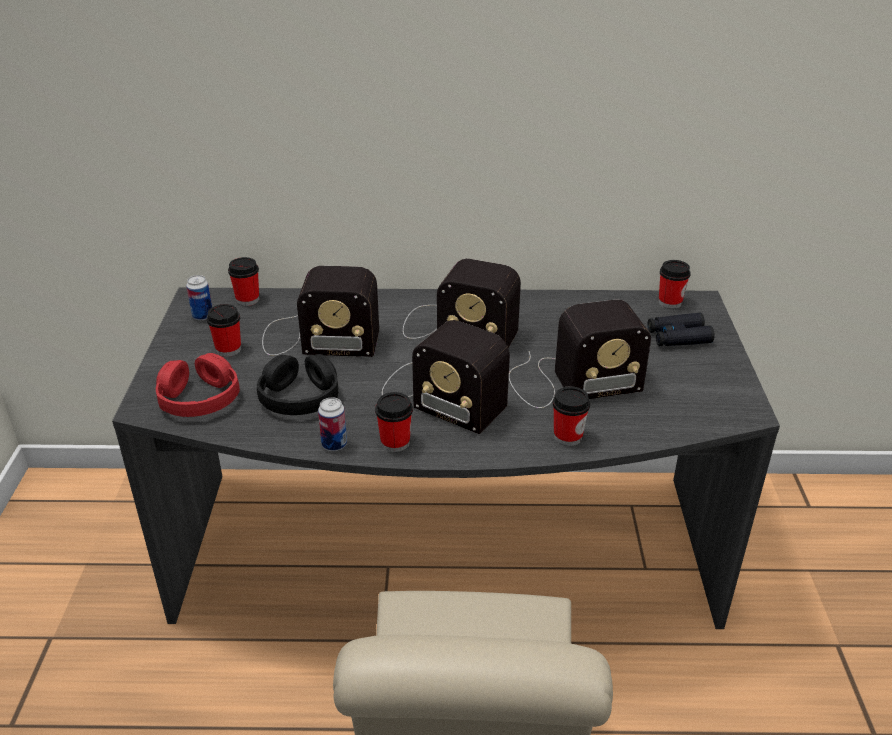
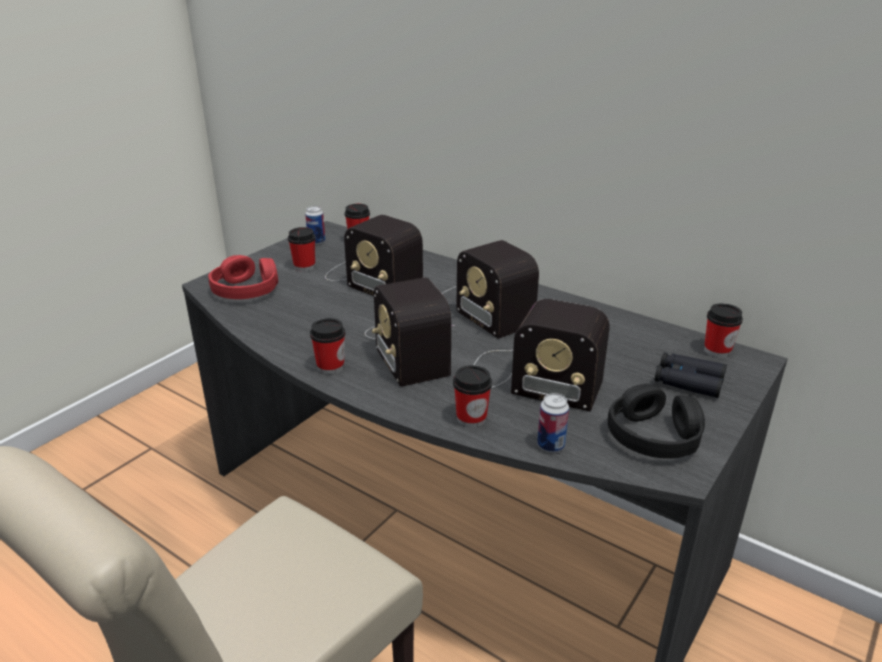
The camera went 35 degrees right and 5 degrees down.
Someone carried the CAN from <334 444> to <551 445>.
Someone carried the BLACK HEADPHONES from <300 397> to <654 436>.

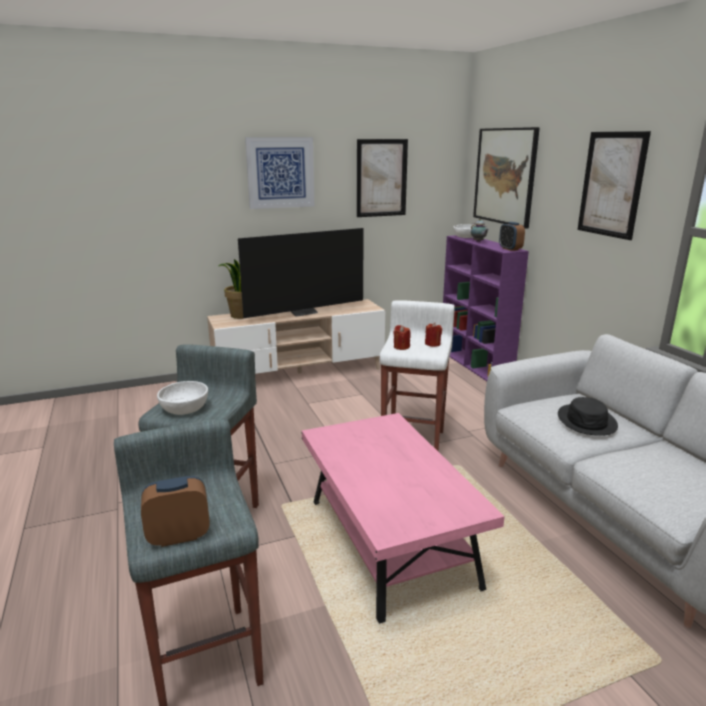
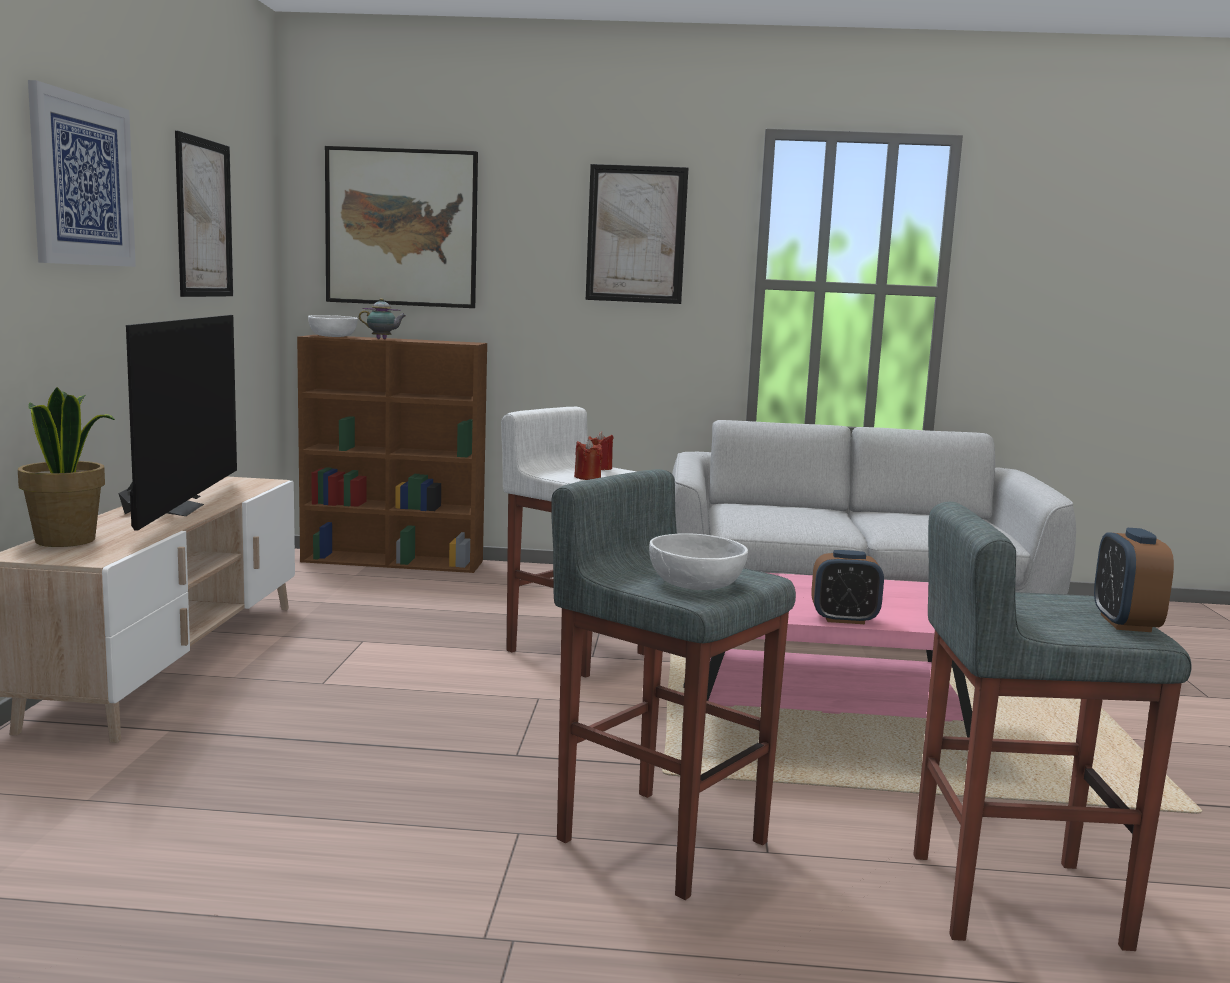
The camera went 65 degrees left and 10 degrees down.
Someone repainted the PURPLE BOOKCASE at <475 365>, which became the BROWN BOOKCASE at <394 561>.
Someone carried the ALARM CLOCK from <510 249> to <844 619>.
Someone took away the BLACK HAT at <587 421>.

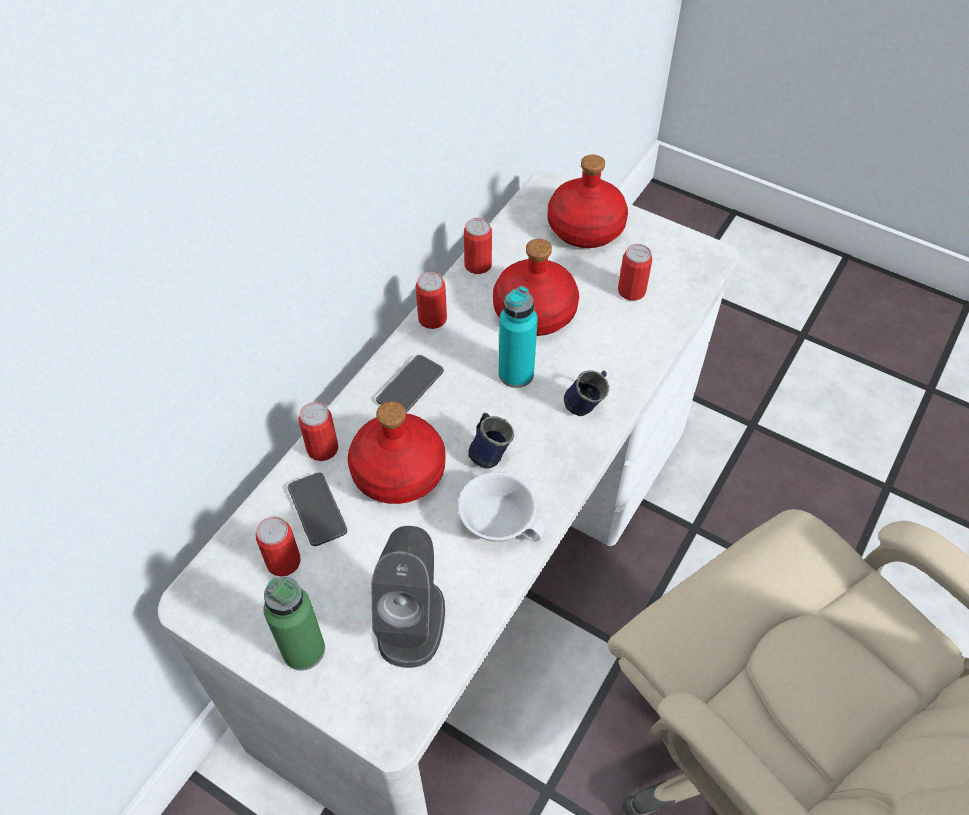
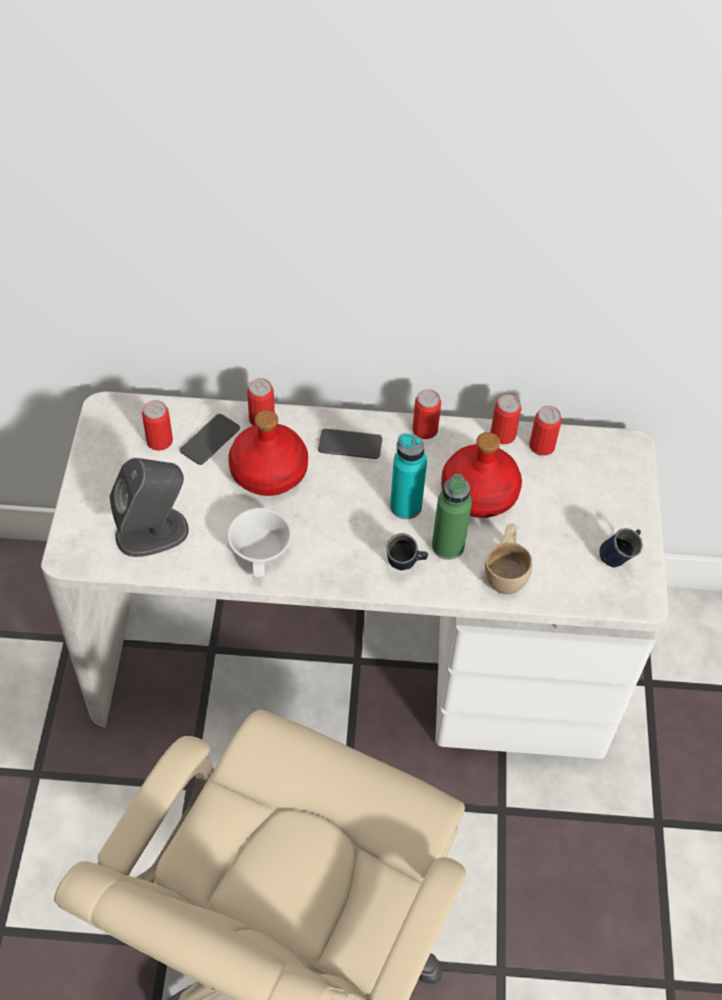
The camera went 60 degrees right and 0 degrees up.
Someone carried the GREEN BOTTLE from <303 650> to <448 546>.
Someone put down the BEIGE CUP at <507 572>.
Someone carried the CAN from <631 291> to <541 446>.
Someone carried the BLUE MUG from <488 451> to <619 557>.
Someone took away the RED BOTTLE at <586 228>.

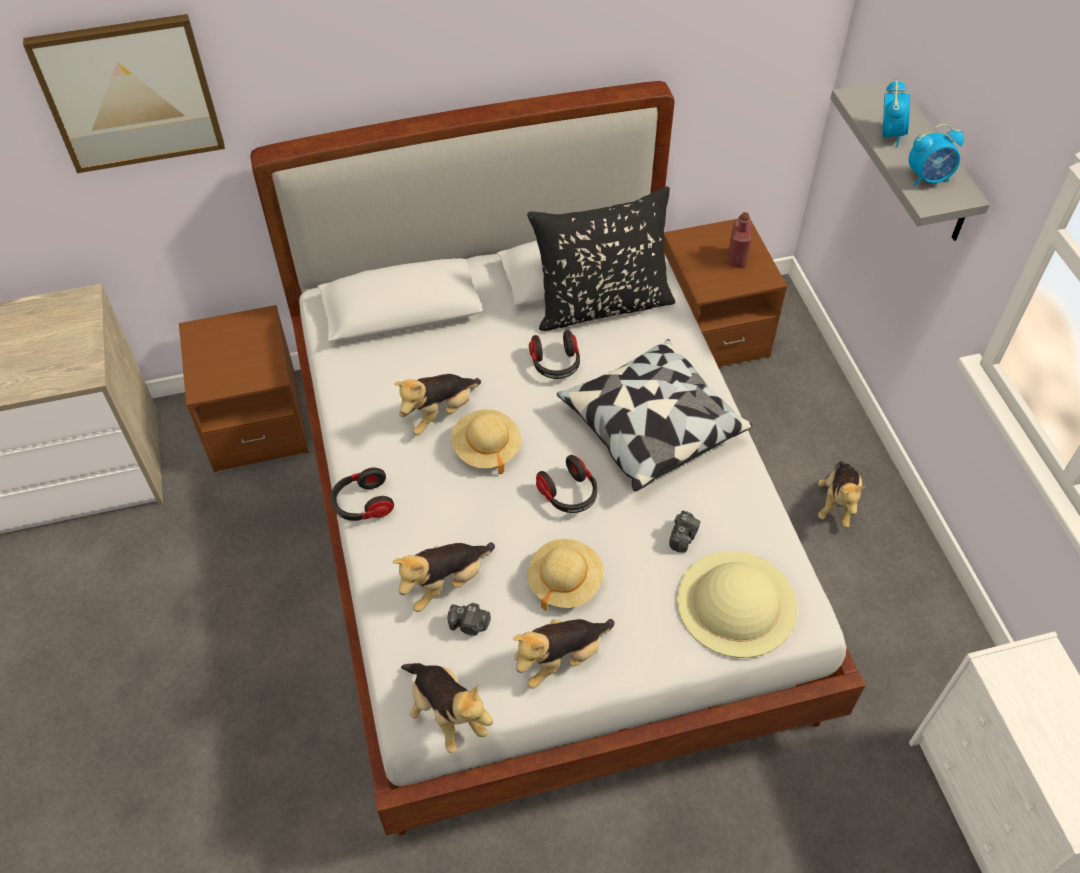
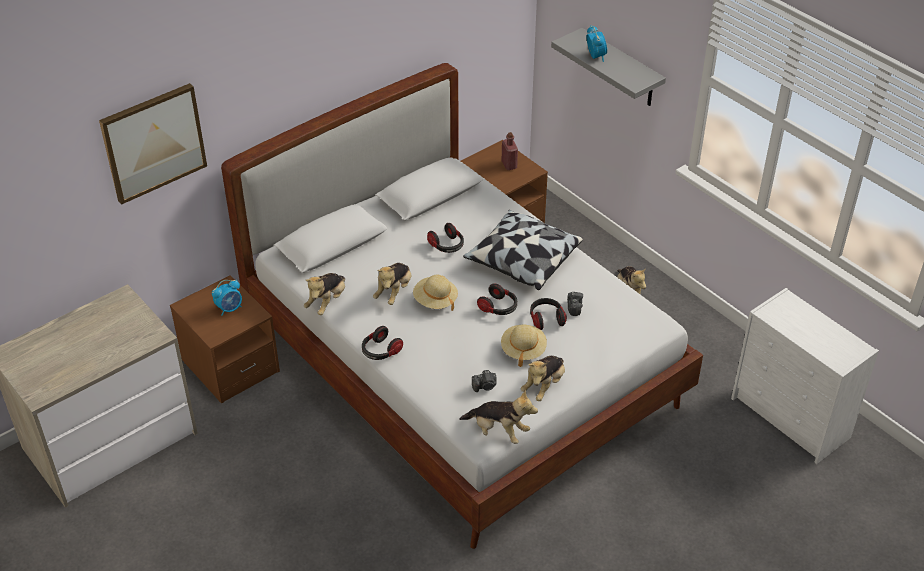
The camera went 25 degrees left and 10 degrees down.
Someone carried the ALARM CLOCK from <928 178> to <230 309>.
Someone carried the PLUSH TOY from <445 583> to <327 302>.
Someone put down the HEADPHONES at <546 319>.
Someone took away the BLACK PILLOW at <602 304>.
Someone took away the BEIGE HAT at <736 603>.

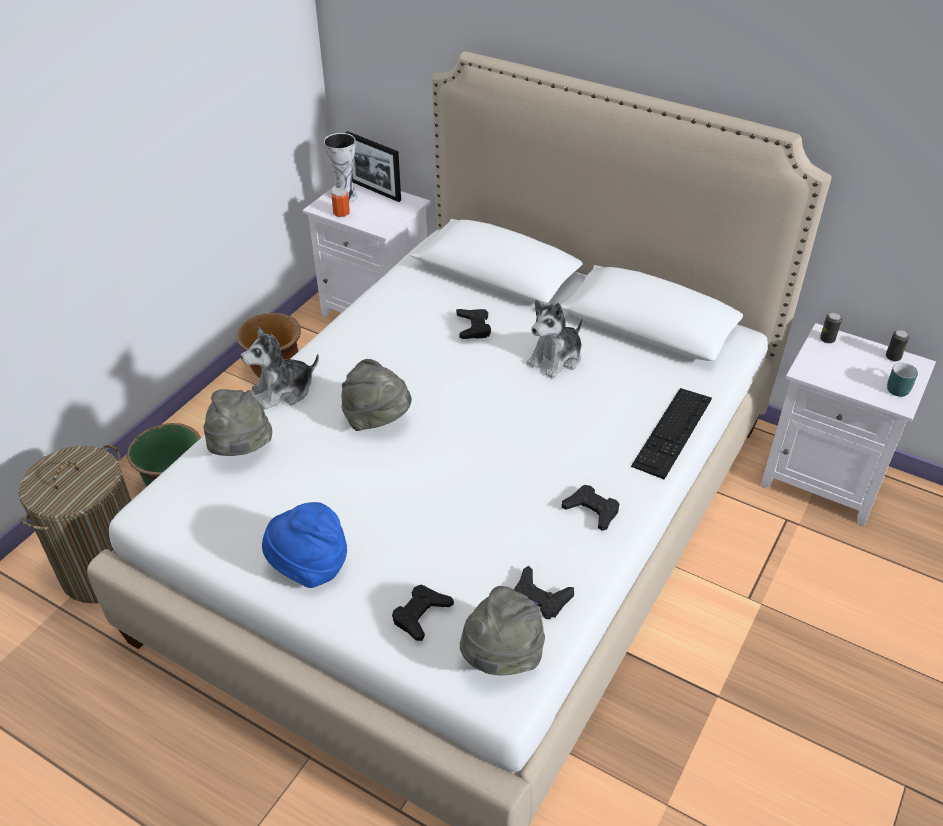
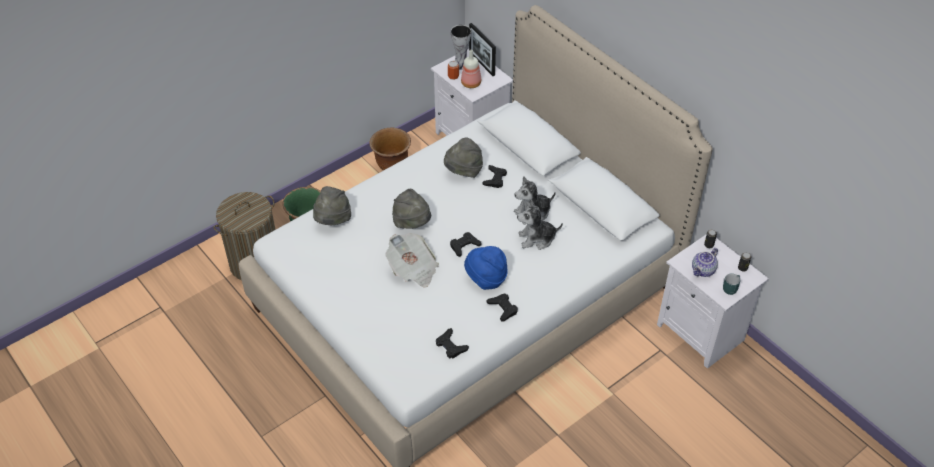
The camera went 20 degrees right and 5 degrees up.
Someone put down the NEWSPAPER at <413 269>.
Someone carried the GREY HAT from <501 657> to <463 171>.
Someone carried the BLACK GAME CONTROLLER from <421 615> to <464 246>.
Someone put down the BOTTLE at <471 83>.
Someone carried the BLUE HAT from <309 566> to <486 278>.
Someone carried the PLUSH TOY from <284 391> to <537 239>.
Someone put down the TEAPOT at <703 271>.
Someone took away the KEYBOARD at <672 432>.

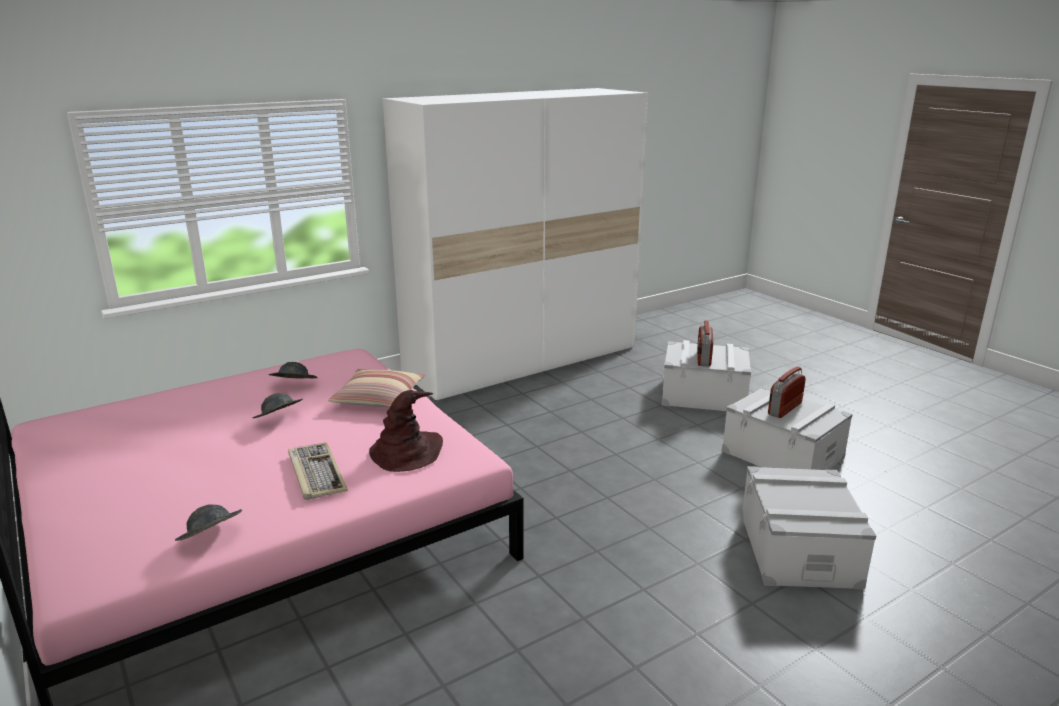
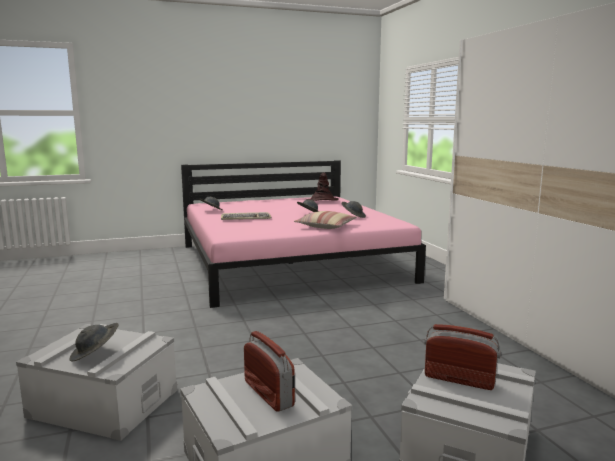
The camera went 105 degrees right and 10 degrees down.
Someone put down the GREY HAT at <95 354>.
Someone carried the BROWN HAT from <406 452> to <322 200>.

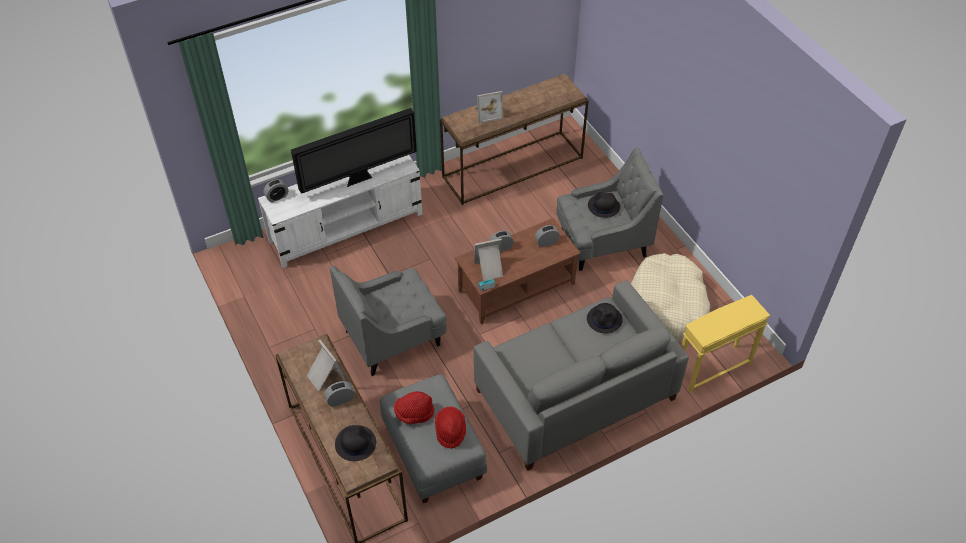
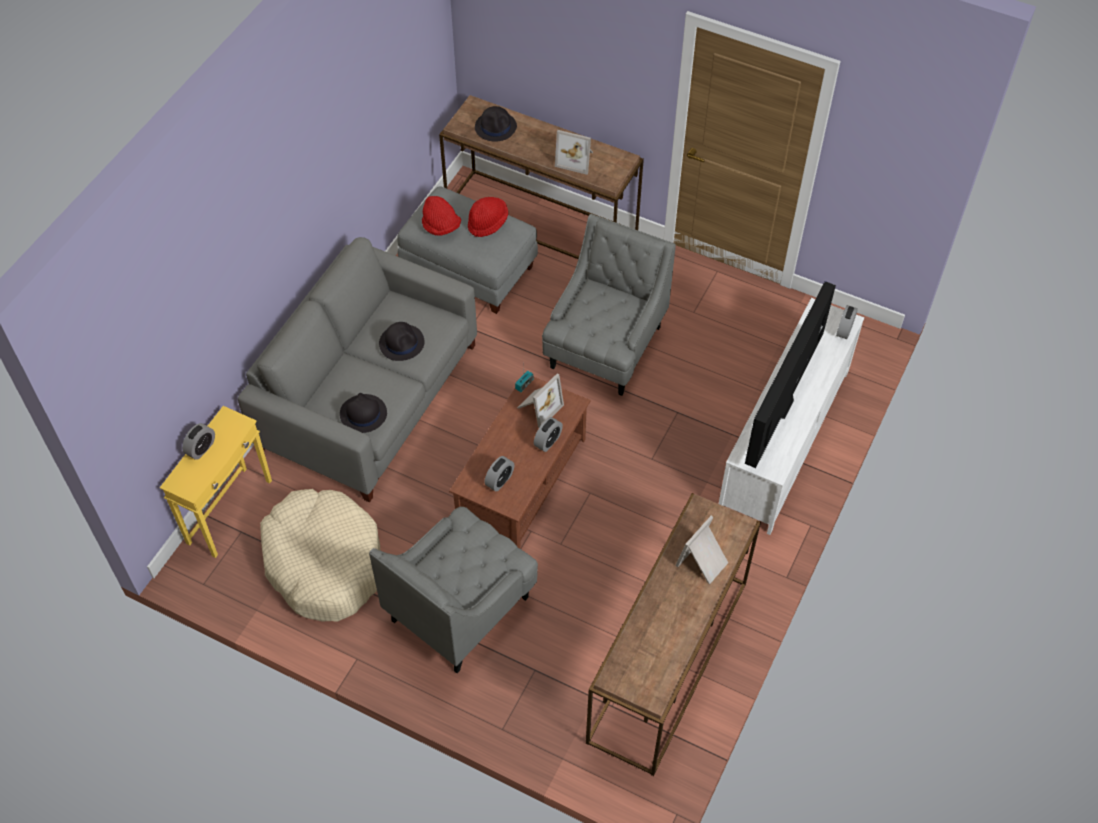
The camera went 145 degrees right and 5 degrees up.
Someone carried the ALARM CLOCK from <340 400> to <201 448>.
Someone carried the BLACK HAT from <603 206> to <401 342>.

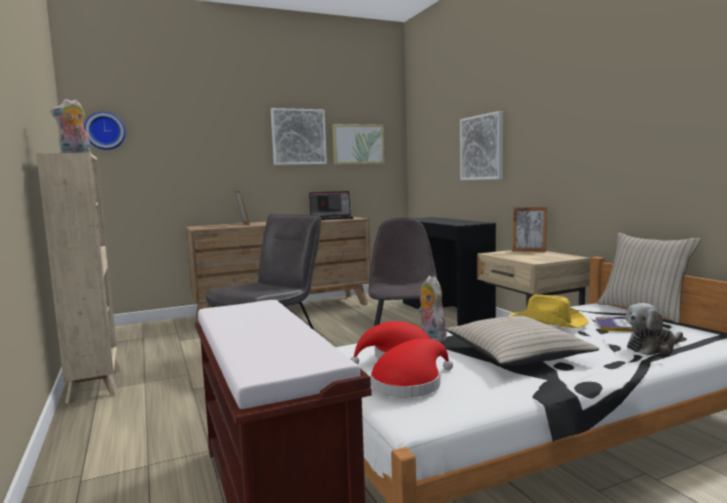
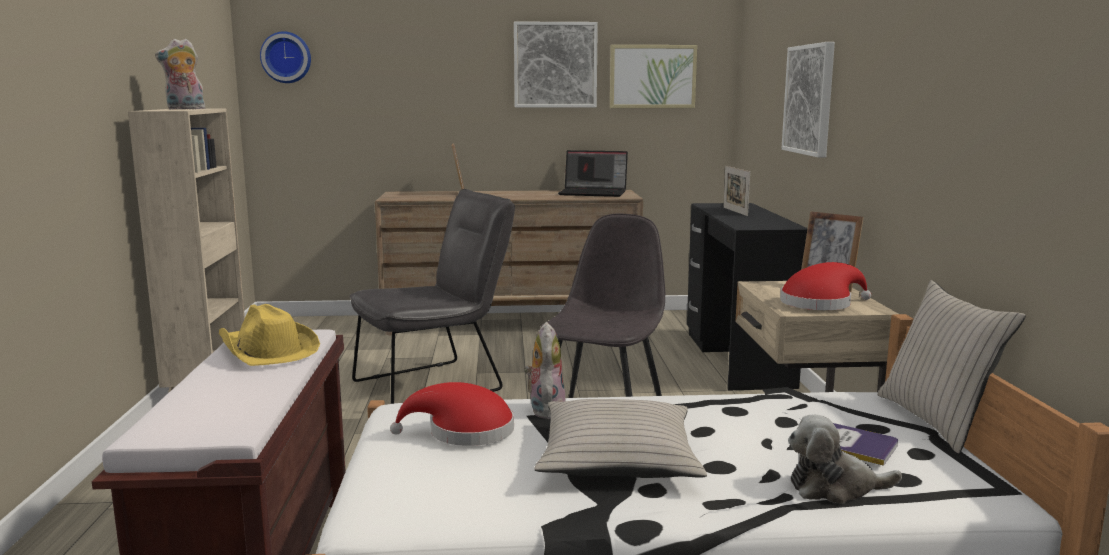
The camera went 20 degrees right and 5 degrees up.
Someone carried the YELLOW HAT from <548 321> to <267 350>.
Someone put down the PICTURE FRAME at <735 211>.
Someone carried the RED HAT from <410 383> to <820 304>.

